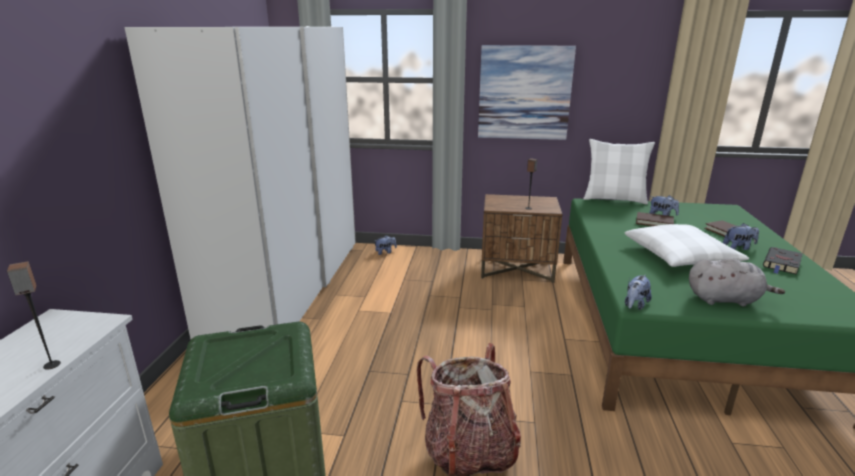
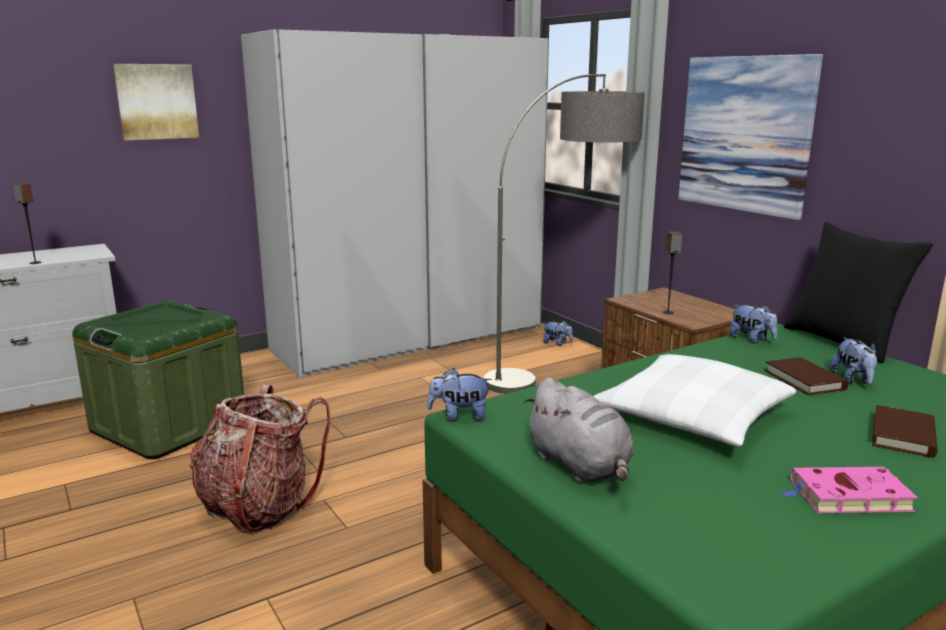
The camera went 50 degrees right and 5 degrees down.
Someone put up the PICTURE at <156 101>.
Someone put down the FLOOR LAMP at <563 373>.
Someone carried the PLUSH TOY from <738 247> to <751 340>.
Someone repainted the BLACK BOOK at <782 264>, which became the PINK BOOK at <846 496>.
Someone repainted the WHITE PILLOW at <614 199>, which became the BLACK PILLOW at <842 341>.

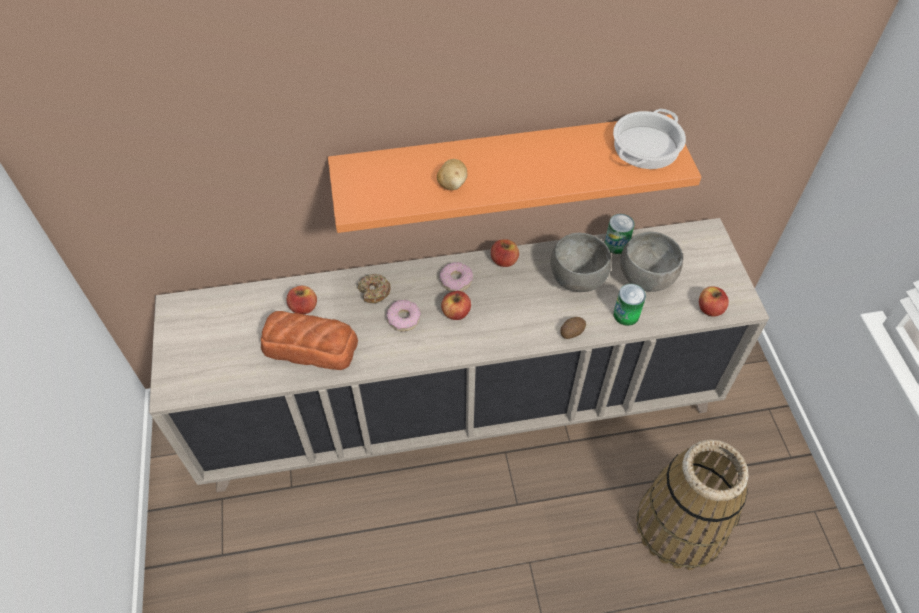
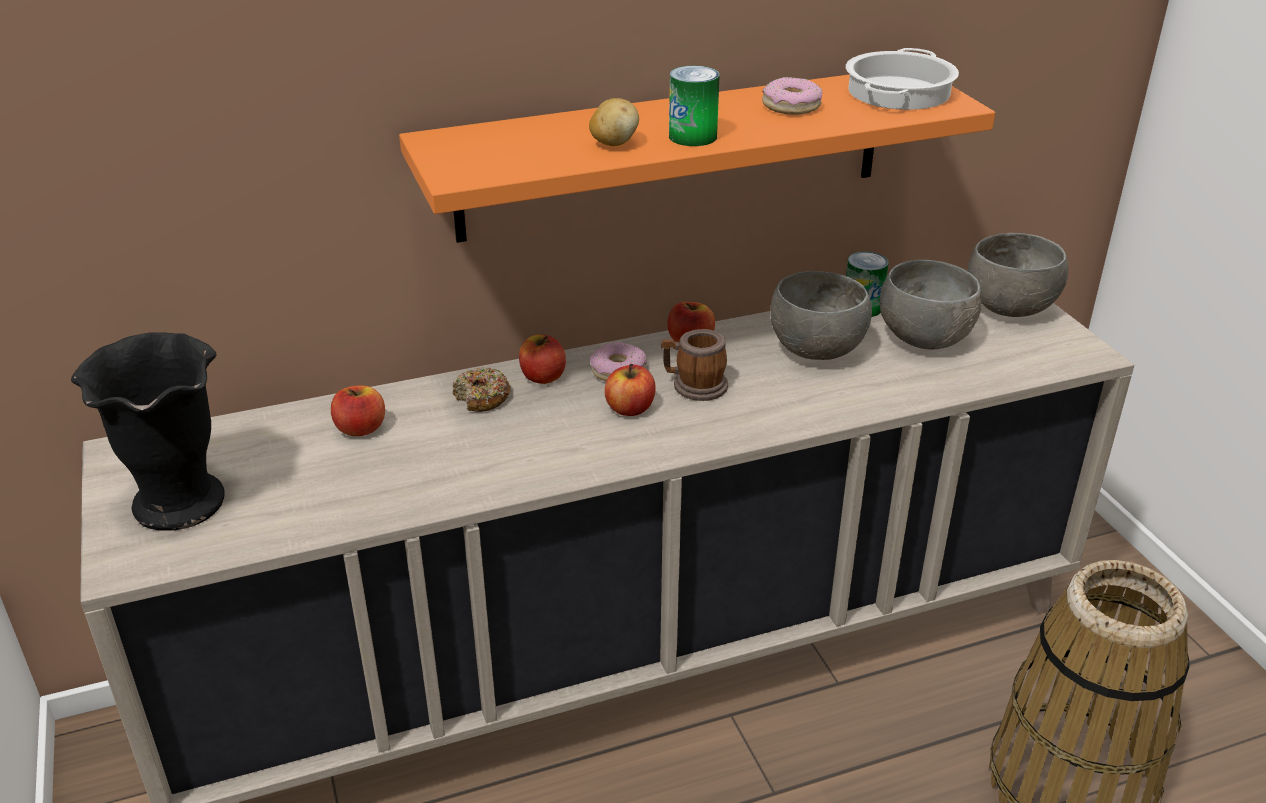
The camera went 10 degrees left and 20 degrees down.
Someone put down the BLACK VASE at <180 503>.
Someone carried the APPLE from <709 309> to <542 377>.
Someone put down the MUG at <694 386>.
Someone carried the CAN from <626 315> to <692 136>.
Someone carried the DONUT from <403 319> to <791 106>.
Someone put down the GREY BOWL at <1010 307>.
Someone took away the BREAD at <309 345>.
Someone took away the POTATO at <571 332>.

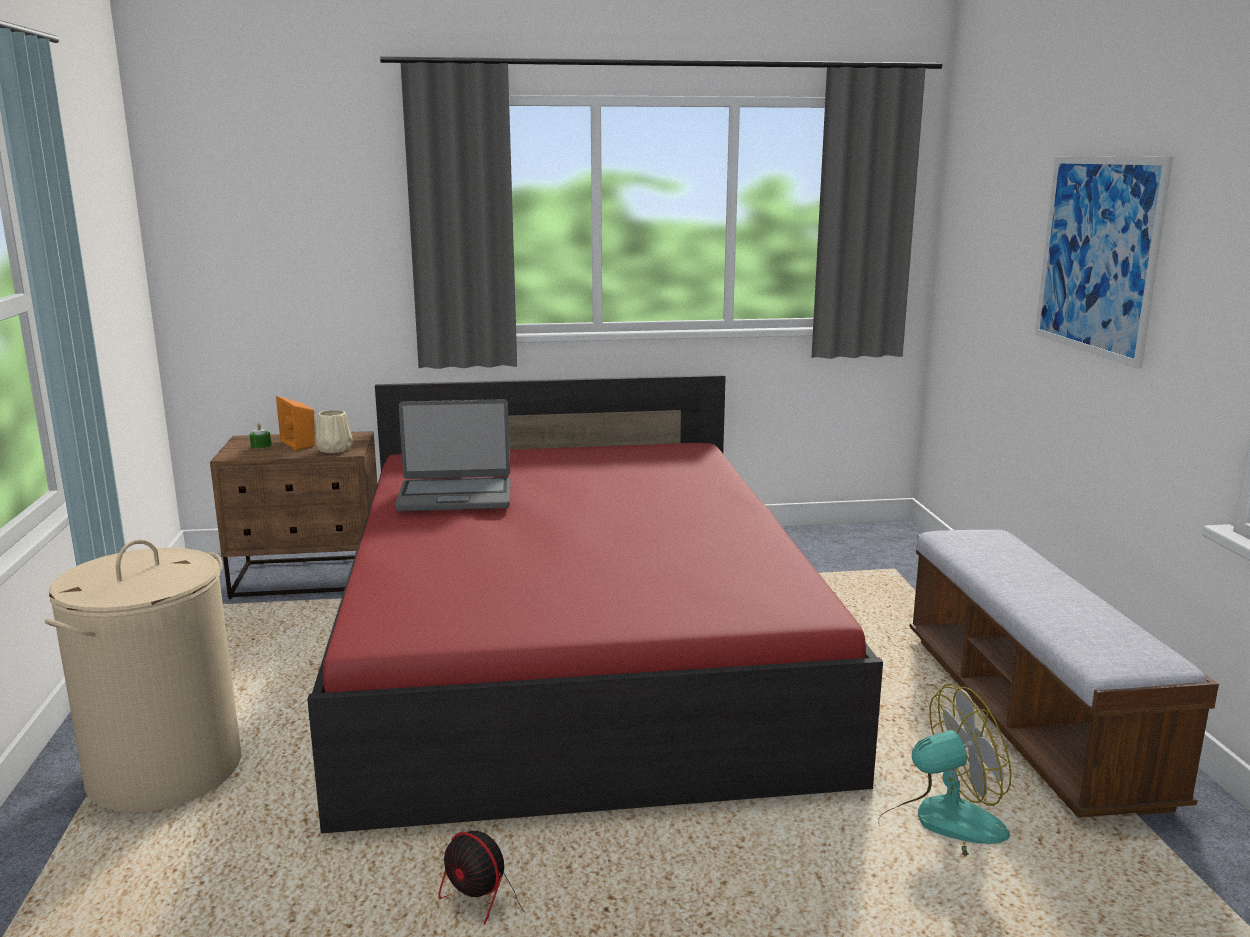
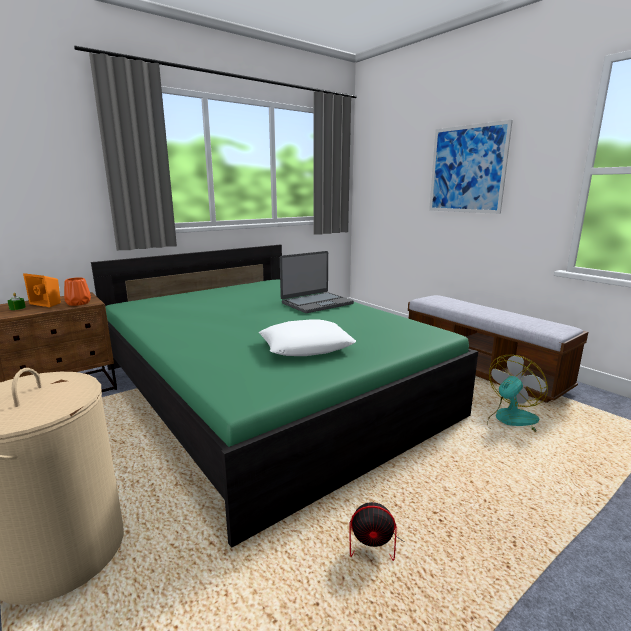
The camera went 30 degrees left and 0 degrees up.
Someone repainted the BEIGE VASE at <334 450>, which became the ORANGE VASE at <78 303>.
Someone repainted the RED BED at <574 647>, which became the GREEN BED at <267 390>.
Someone put down the WHITE PILLOW at <306 346>.
Someone carried the LAPTOP from <455 496> to <316 303>.

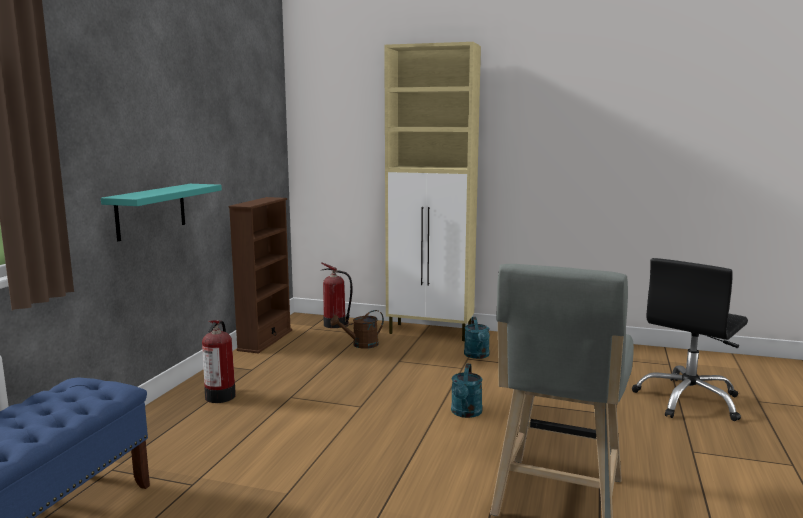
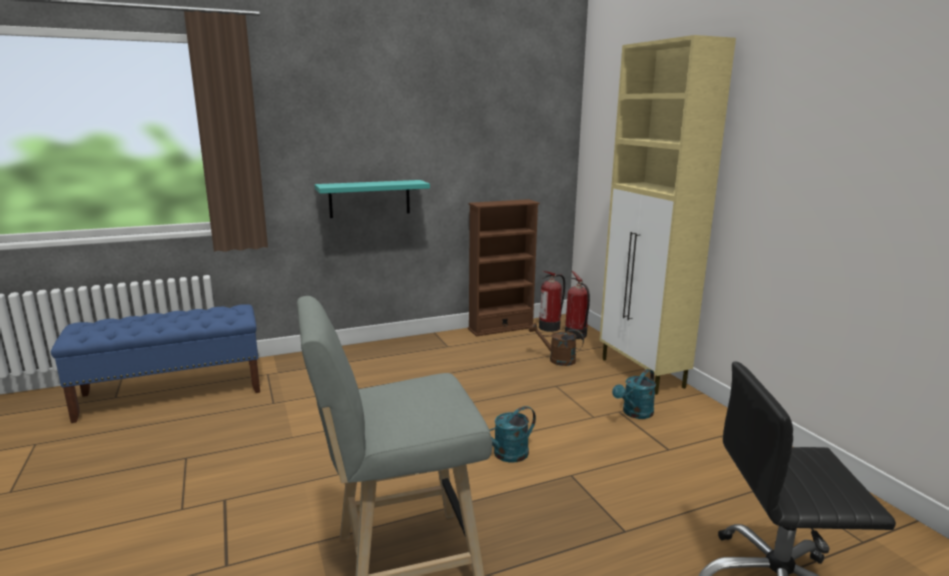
The camera went 50 degrees right and 5 degrees up.
Someone carried the FIRE EXTINGUISHER from <221 395> to <550 327>.

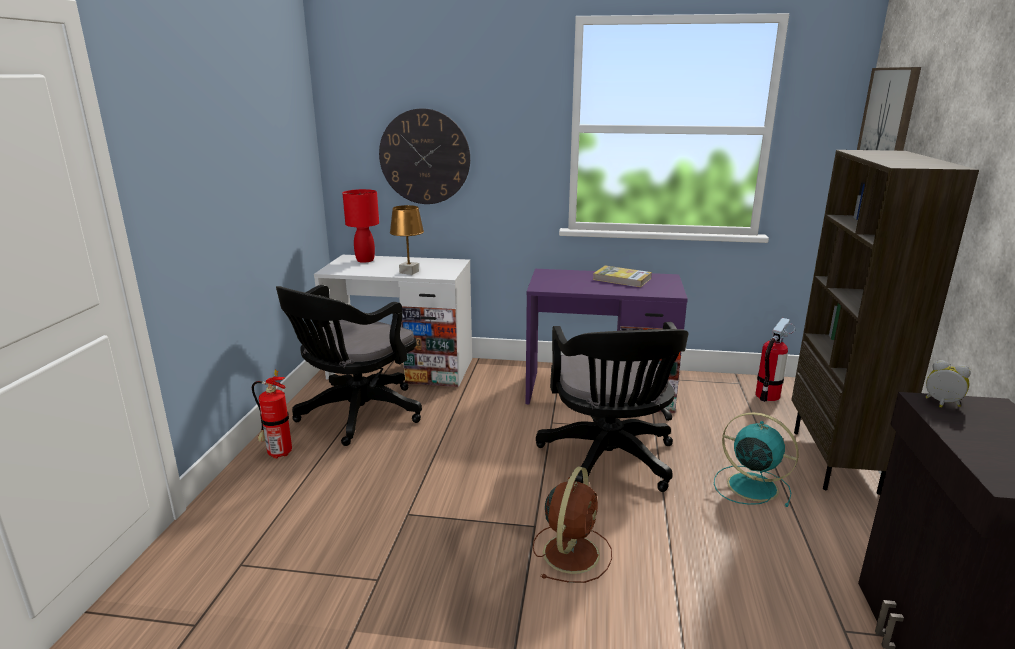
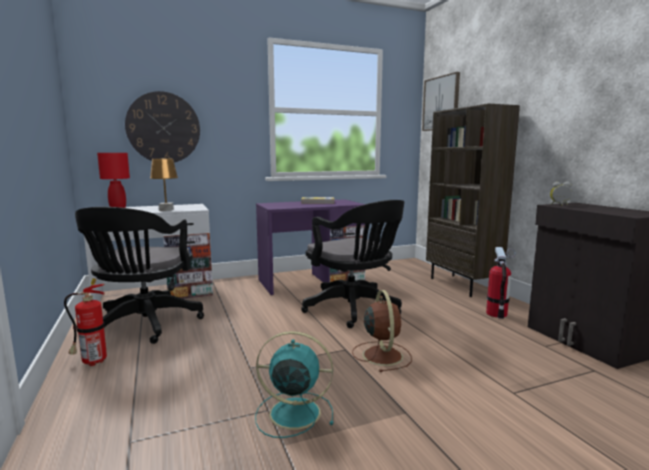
The camera went 30 degrees left and 10 degrees down.
Someone carried the TURQUOISE FAN from <750 486> to <292 413>.
Someone carried the FIRE EXTINGUISHER from <767 395> to <496 314>.

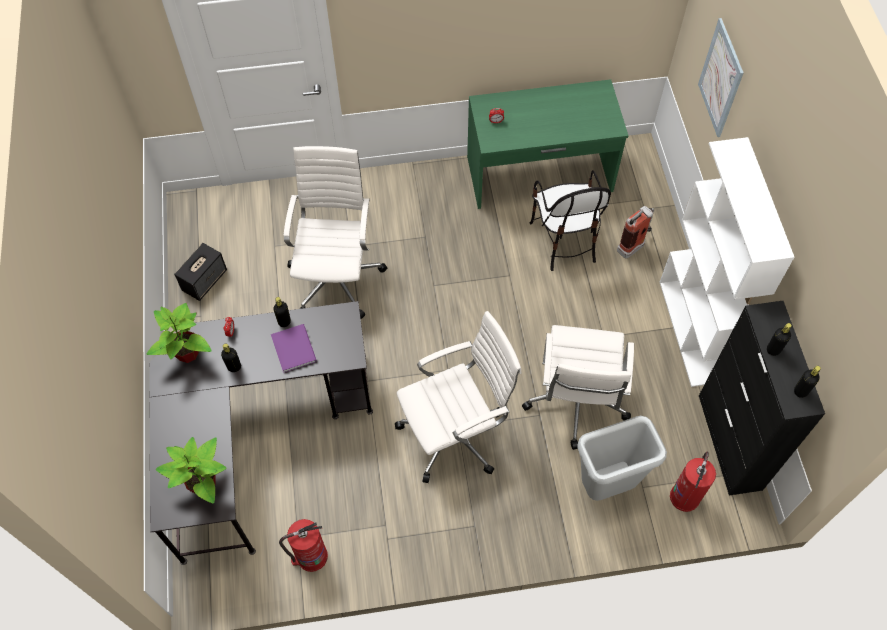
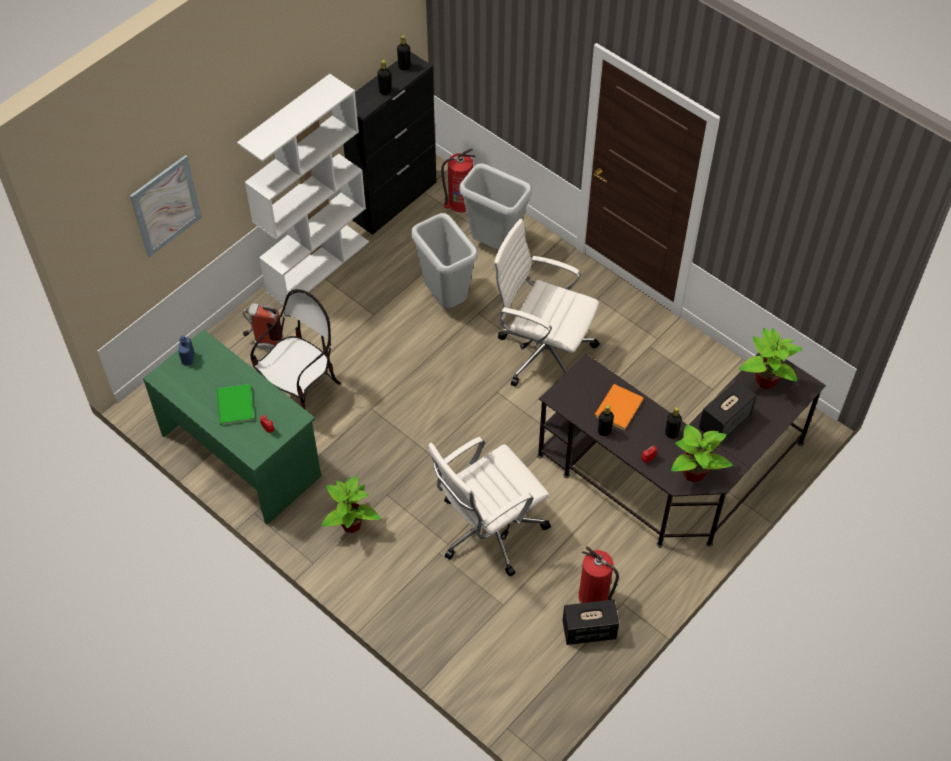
The camera went 130 degrees left and 5 degrees down.
Someone put down the BLUE BOTTLE at <188 358>.
Someone put down the GREEN BOOK at <234 407>.
Someone put down the POTTED PLANT at <351 524>.
Someone swapped the WHITE OFFICE CHAIR at <576 402> for the GREY TRASH CAN at <446 298>.
Someone carried the FIRE EXTINGUISHER from <311 556> to <594 597>.
Someone repainted the PURPLE BOOK at <294 347>, which became the ORANGE BOOK at <617 408>.
Someone put down the SPEAKER at <724 421>.

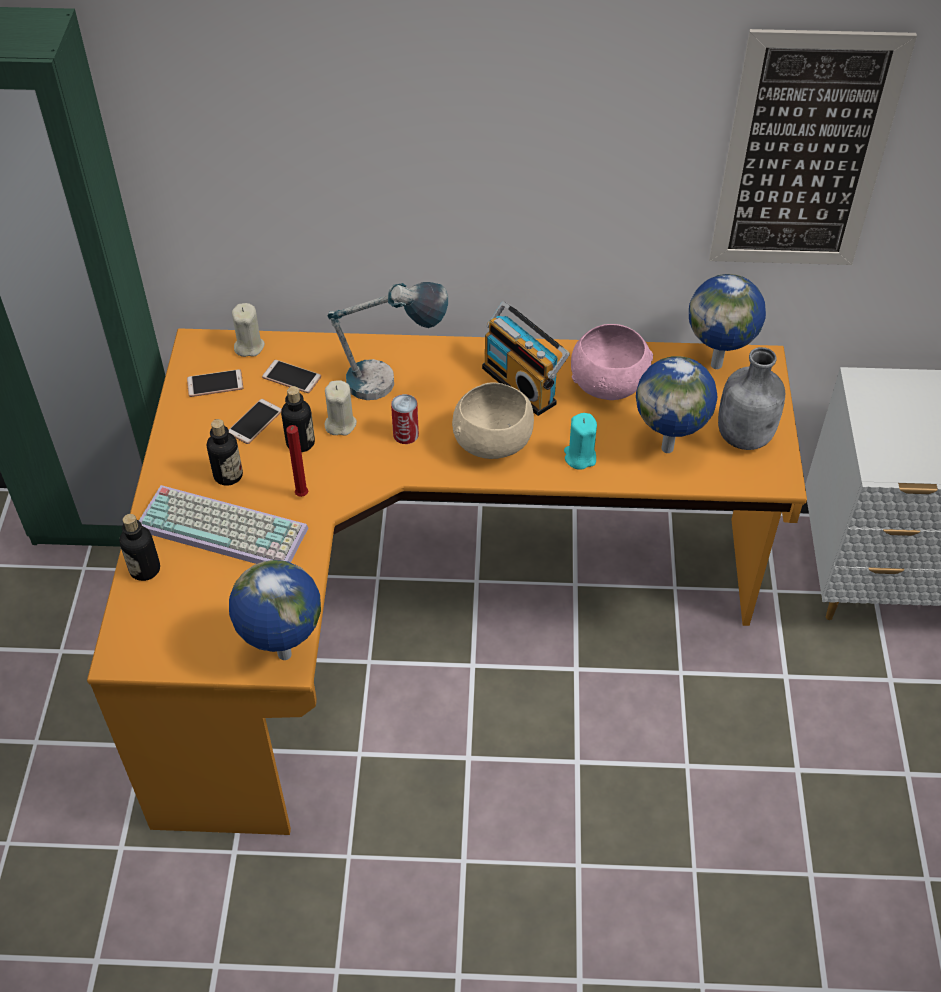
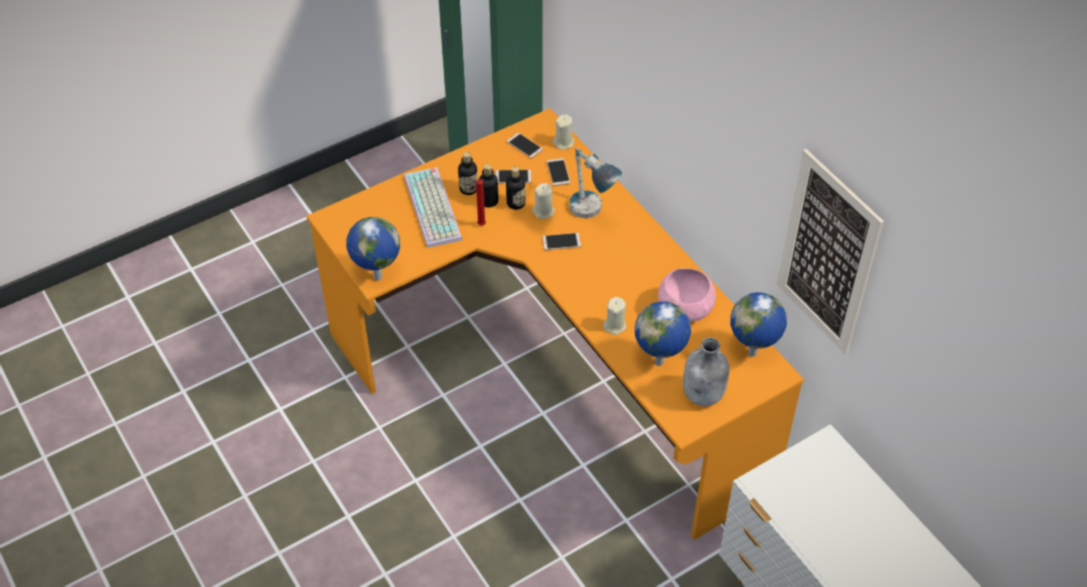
The camera went 55 degrees right and 0 degrees up.
Someone carried the BOTTLE from <145 569> to <489 201>.
Someone swapped the CAN at <405 434> for the PHONE at <561 242>.
Someone repainted the TURQUOISE CANDLE at <579 457>, which became the BEIGE CANDLE at <614 325>.
Someone took away the BEIGE BOWL at <492 444>.
Someone took away the RADIO at <522 384>.

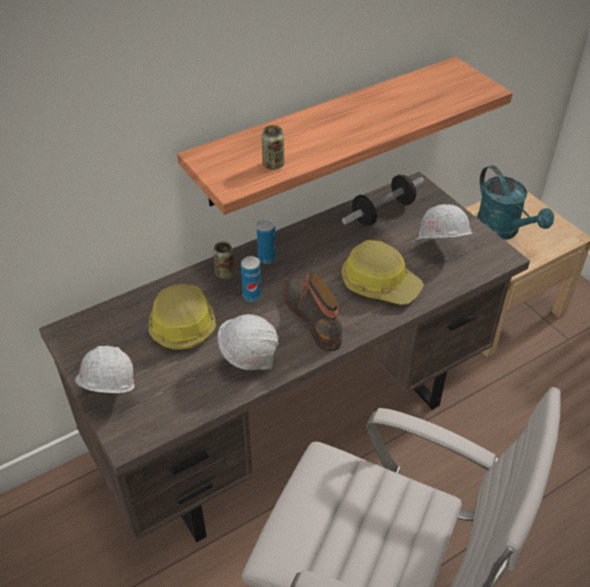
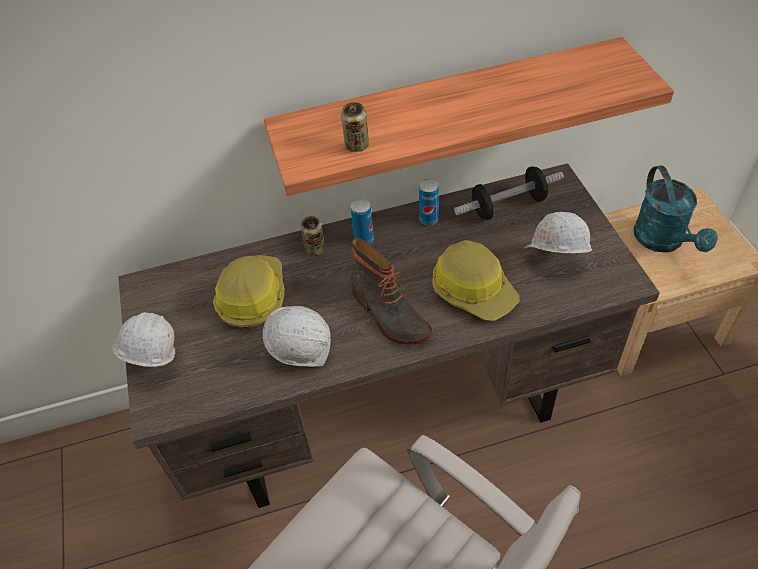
The camera went 20 degrees right and 5 degrees up.
Someone rotated the BOOT at <314 316> by 150 degrees clockwise.
Someone carried the CAN from <252 296> to <429 219>.

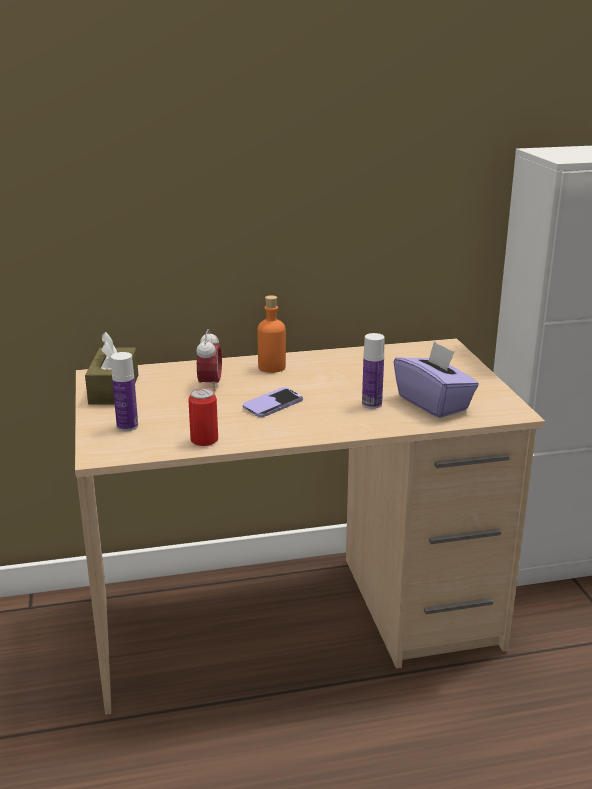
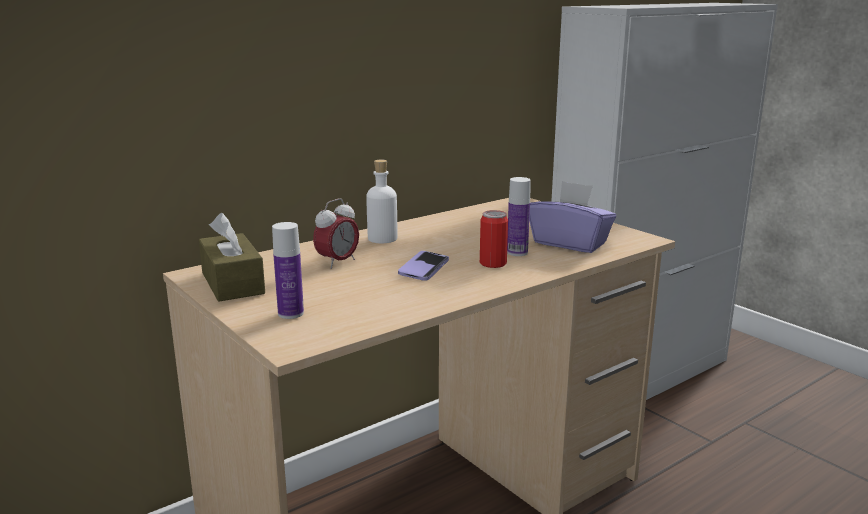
The camera went 25 degrees left and 5 degrees down.
Someone rotated the ALARM CLOCK at <210 385> by 60 degrees clockwise.
Someone repainted the ORANGE BOTTLE at <272 367>, which became the WHITE BOTTLE at <382 238>.
Someone carried the CAN from <204 440> to <493 263>.

